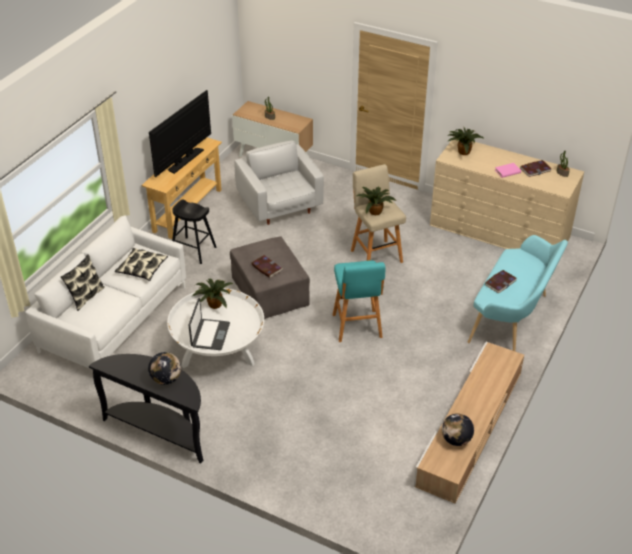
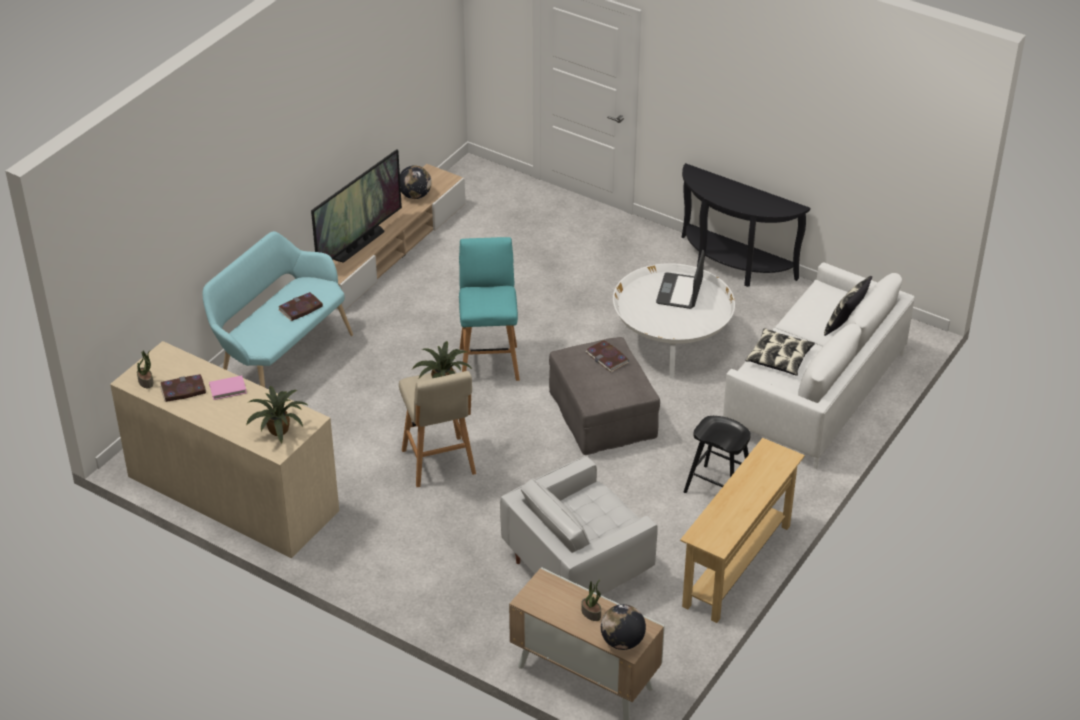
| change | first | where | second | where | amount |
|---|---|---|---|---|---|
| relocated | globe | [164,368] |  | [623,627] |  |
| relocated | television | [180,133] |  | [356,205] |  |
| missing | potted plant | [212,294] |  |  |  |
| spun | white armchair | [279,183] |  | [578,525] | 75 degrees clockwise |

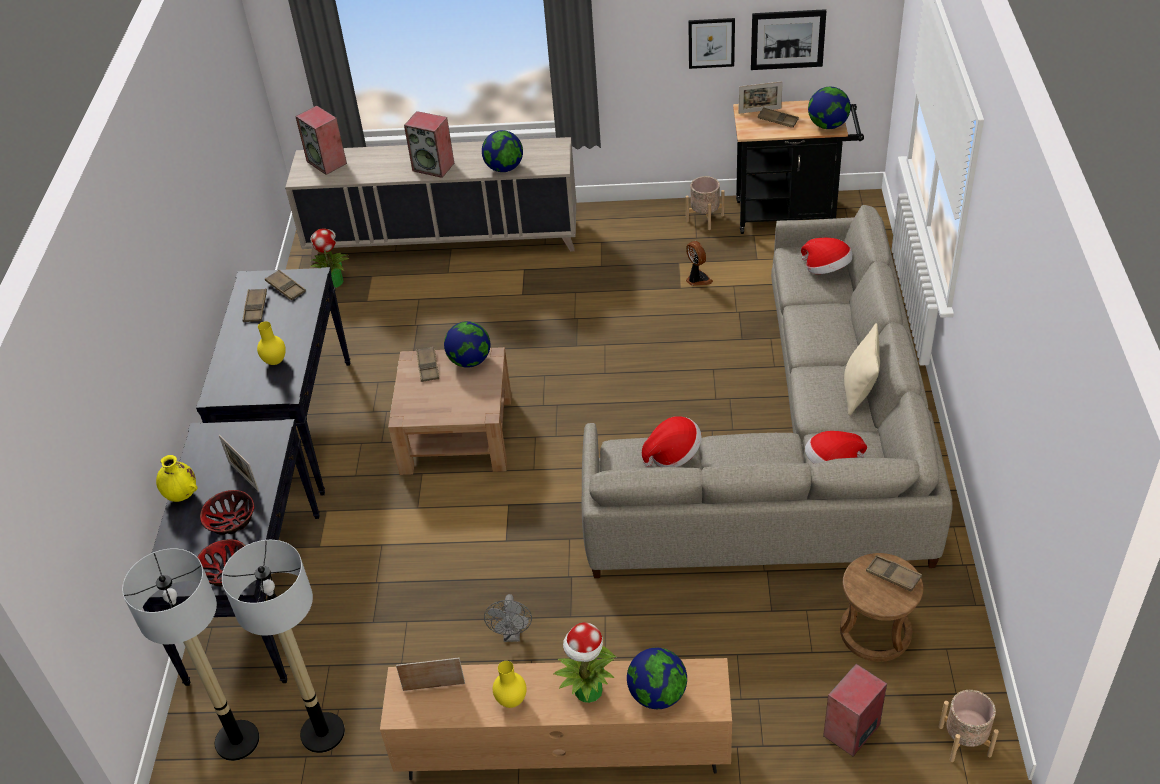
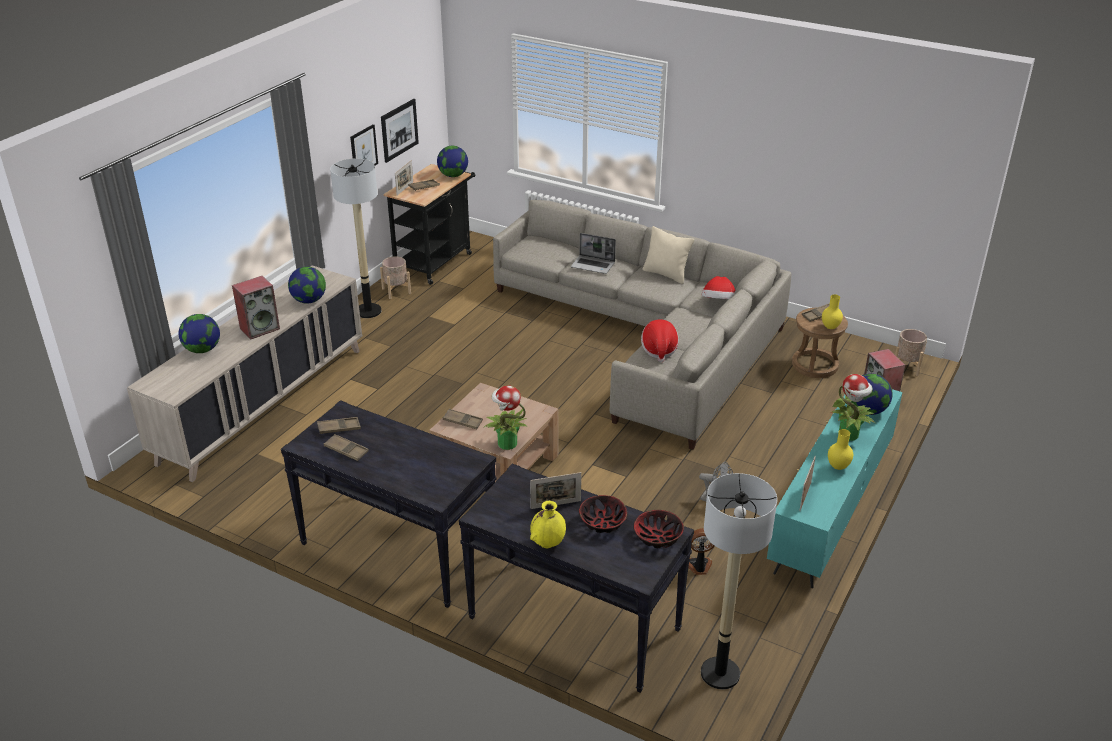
| change | first | where | second | where | amount |
|---|---|---|---|---|---|
| relocated | floor lamp | [283,646] |  | [355,238] |  |
| relocated | yellow vase | [271,343] |  | [832,311] |  |
| missing | speaker | [321,140] |  |  |  |
| relocated | potted plant | [330,258] |  | [506,418] |  |
| colour | brown tv stand | [556,719] | turquoise tv stand | [835,488] |  |
| relocated | globe | [467,344] |  | [199,333] |  |
| relocated | fan | [699,263] |  | [701,551] |  |
| missing | hat | [826,256] |  |  |  |
| appeared |  |  | laptop | [593,253] |  |

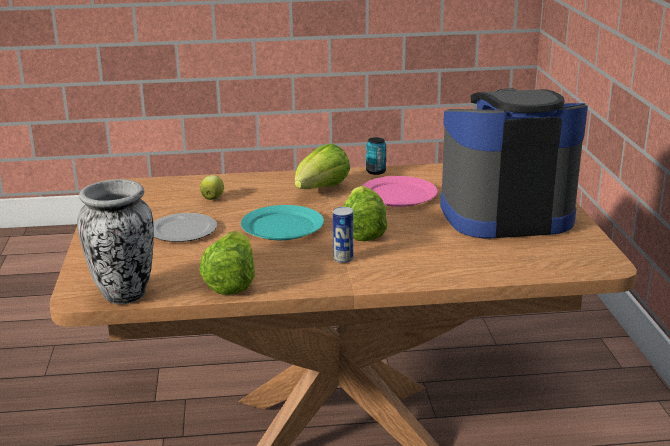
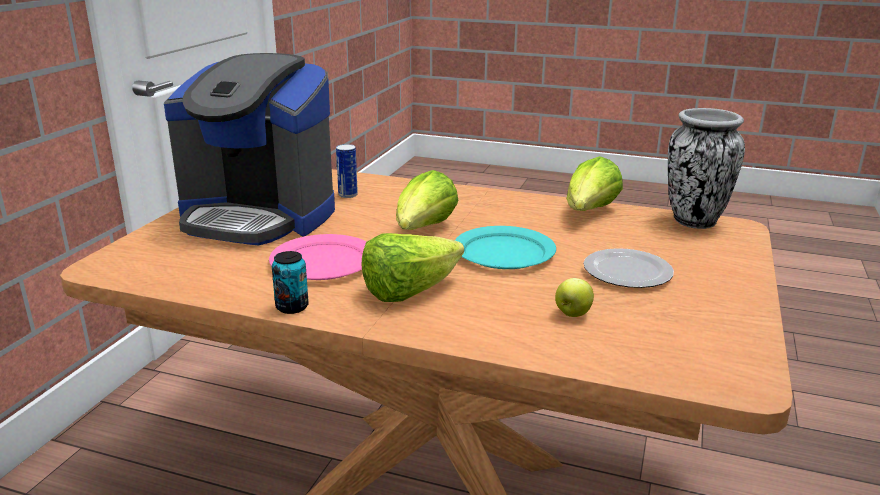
| change | first | where | second | where | amount |
|---|---|---|---|---|---|
| relocated | can | [343,235] |  | [347,171] |  |

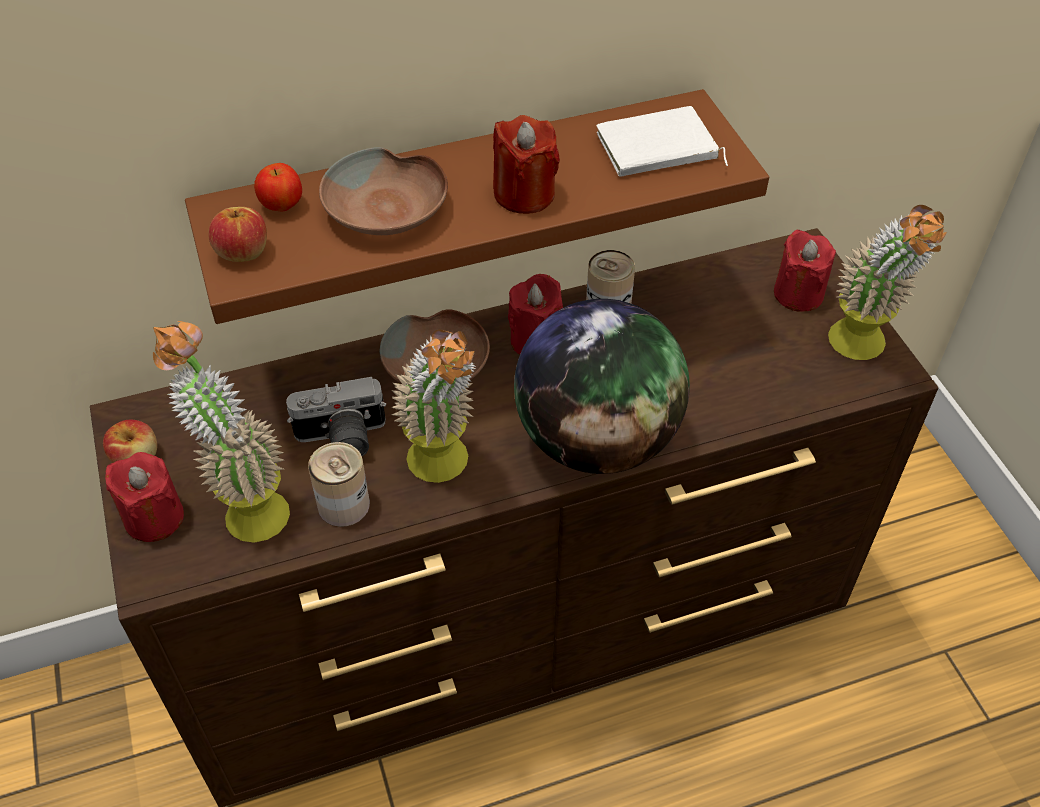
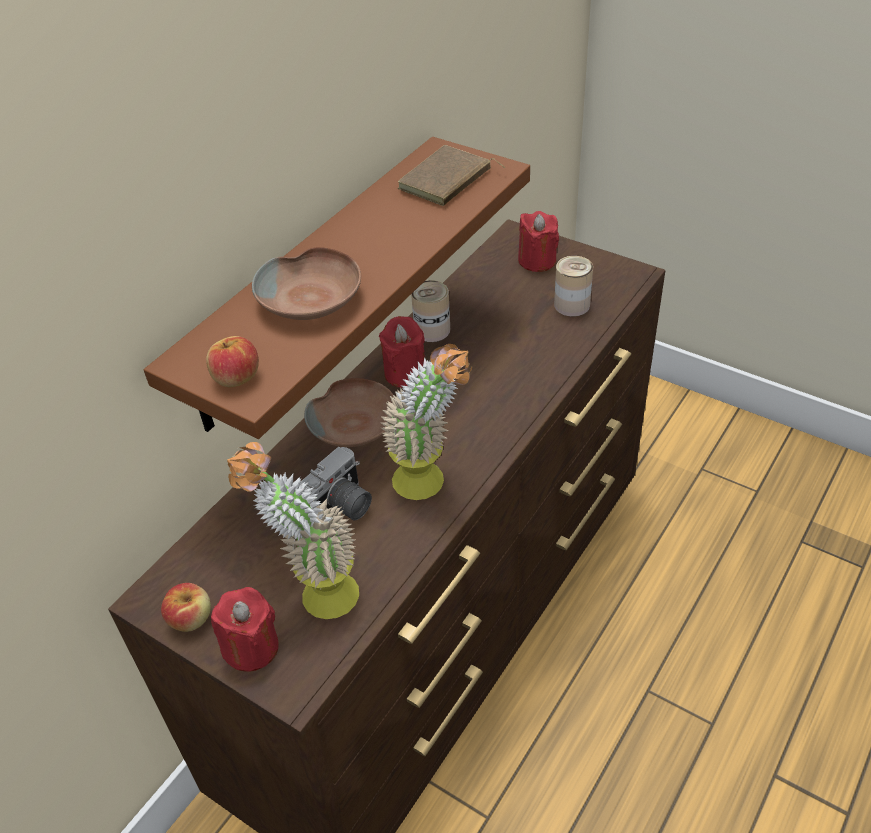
| change | first | where | second | where | amount |
|---|---|---|---|---|---|
| missing | apple | [278,187] |  |  |  |
| relocated | can | [339,484] |  | [573,286] |  |
| missing | red candle | [526,164] |  |  |  |
| missing | globe | [602,386] |  |  |  |
| colour | white book | [662,141] | brown book | [452,175] |  |
| missing | potted plant | [887,282] |  |  |  |

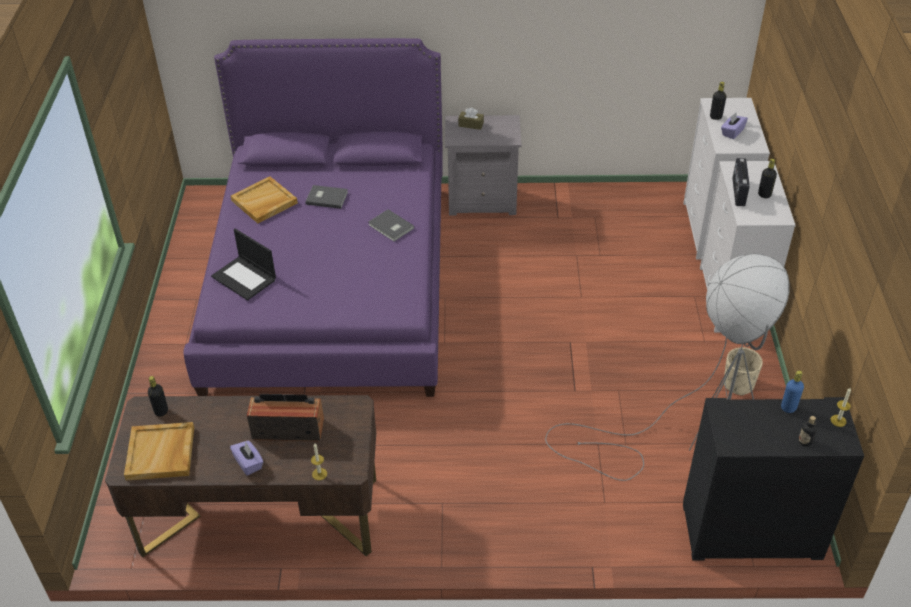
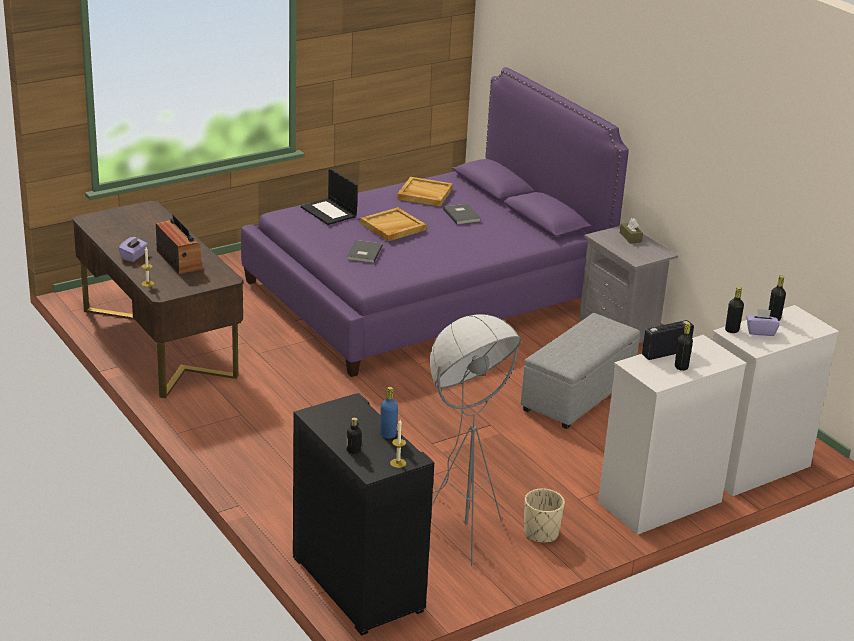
| change | first | where | second | where | amount |
|---|---|---|---|---|---|
| relocated | beige tray | [159,451] |  | [393,224] |  |
| relocated | black bottle | [158,396] |  | [734,310] |  |
| spun | laptop | [243,265] |  | [329,196] | 45 degrees counterclockwise |
| relocated | grey book | [391,225] |  | [365,251] |  |
| appeared |  |  | grey ottoman | [580,371] |  |

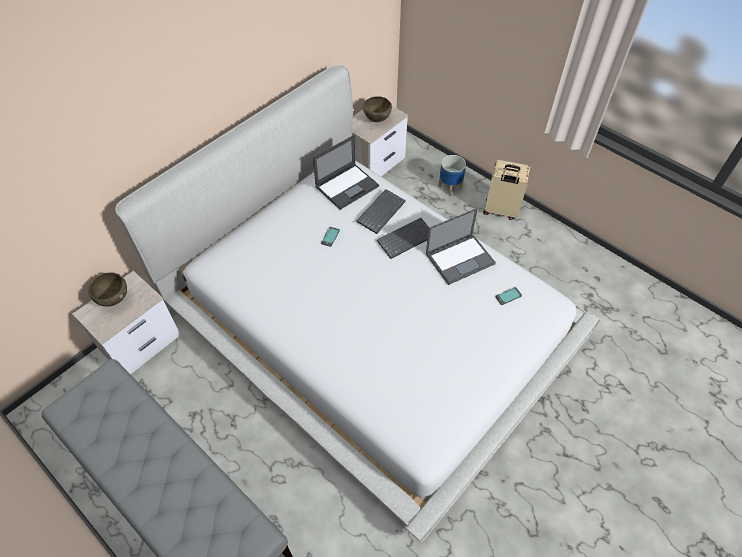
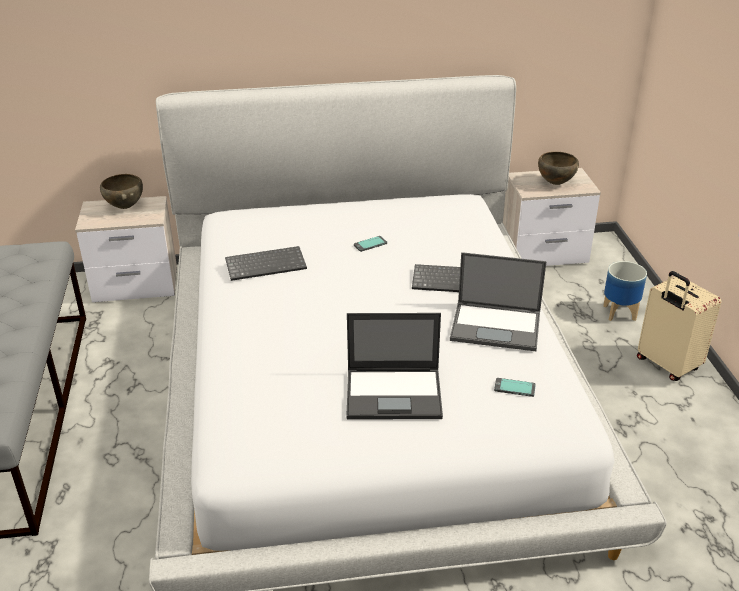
| change | first | where | second | where | amount |
|---|---|---|---|---|---|
| relocated | laptop | [346,172] |  | [394,366] |  |
| relocated | keyboard | [381,211] |  | [266,263] |  |

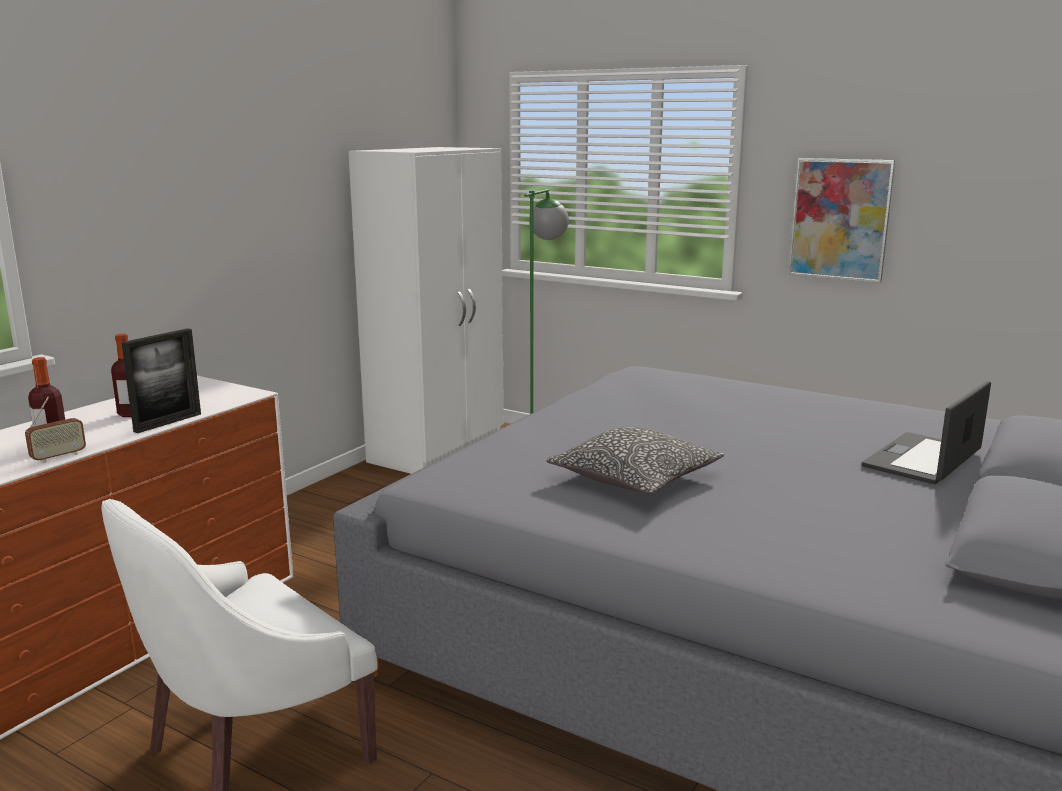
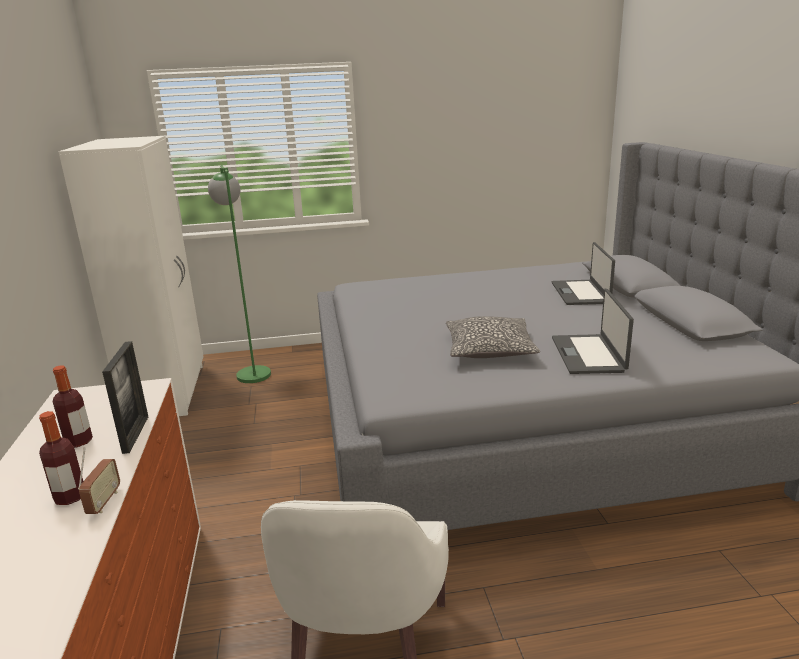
| change | first | where | second | where | amount |
|---|---|---|---|---|---|
| missing | picture | [842,220] |  |  |  |
| appeared |  |  | laptop | [593,331] |  |

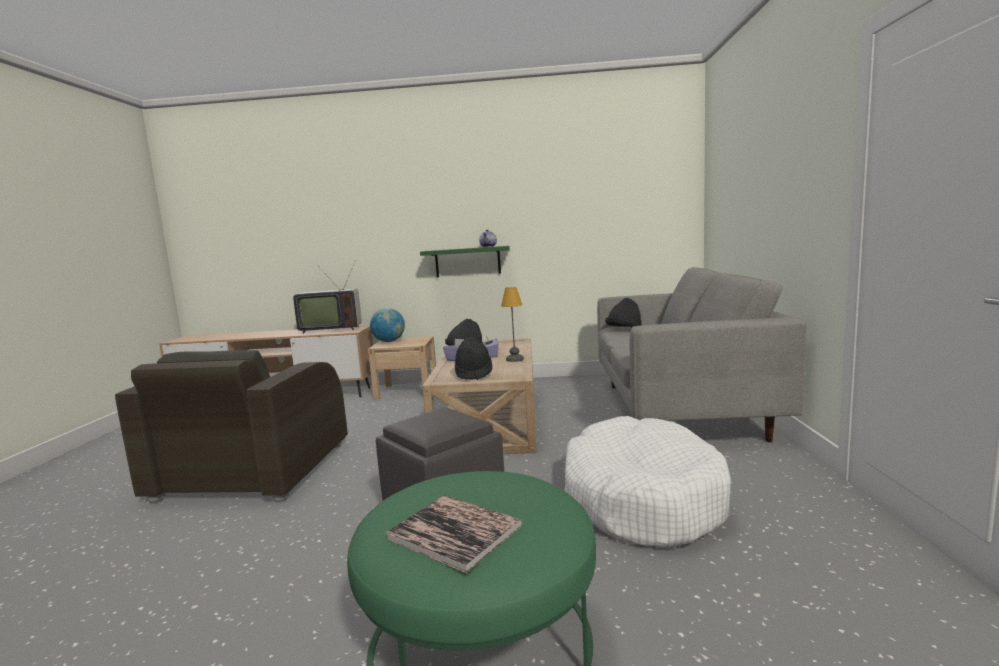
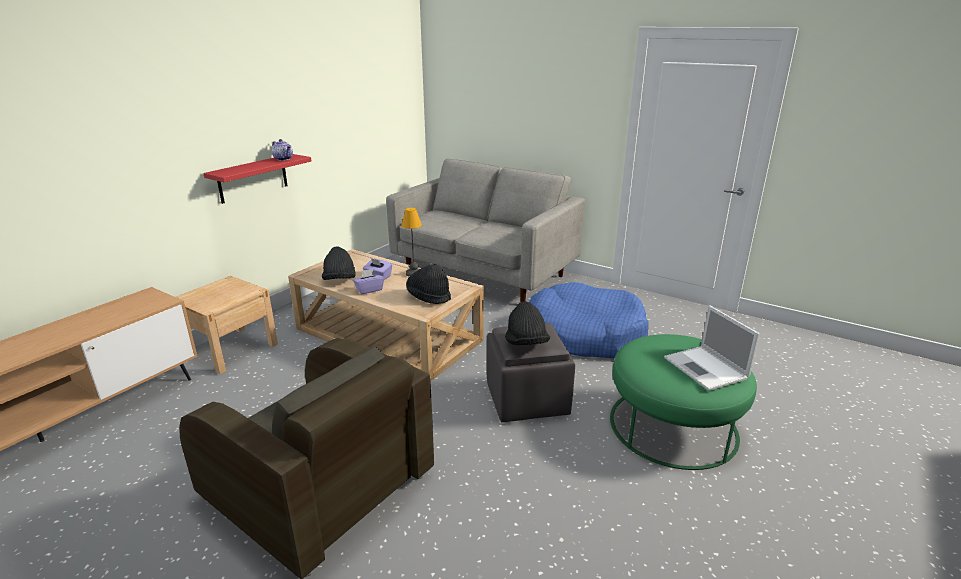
| change | first | where | second | where | amount |
|---|---|---|---|---|---|
| missing | television | [327,297] |  |  |  |
| missing | globe | [387,325] |  |  |  |
| exchanged | book | [454,534] | laptop | [712,348] |  |
| colour | green shelf | [465,261] | red shelf | [257,179] |  |
| colour | white dog bed | [647,482] | blue dog bed | [589,320] |  |
| relocated | black hat | [623,313] |  | [527,323] |  |

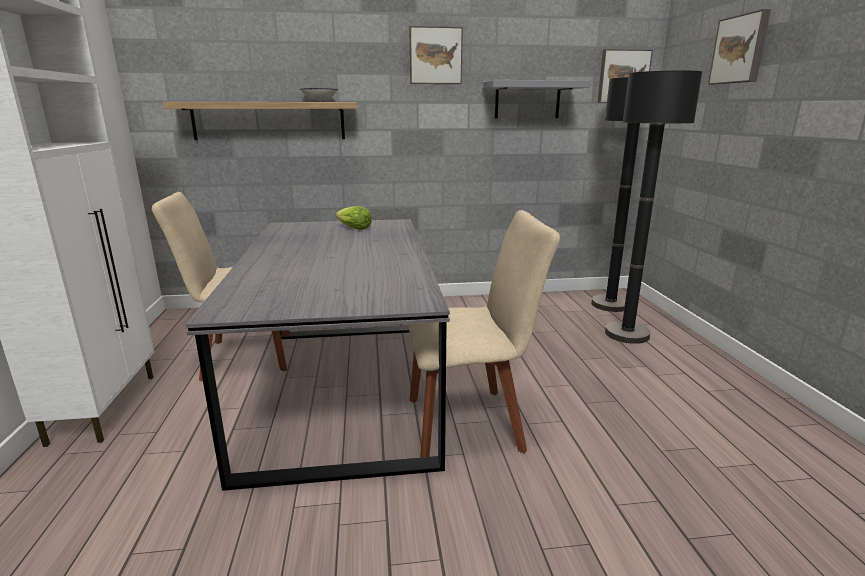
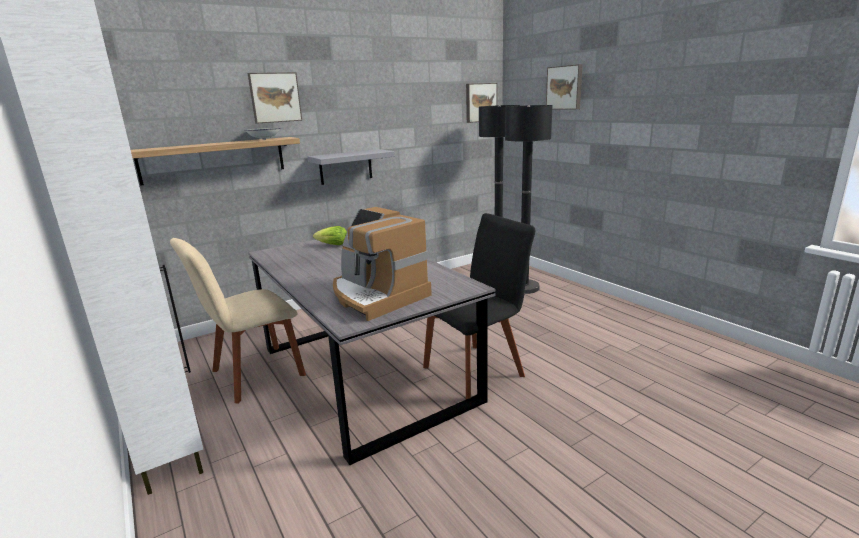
| change | first | where | second | where | amount |
|---|---|---|---|---|---|
| colour | beige chair | [484,334] | black chair | [479,306] |  |
| relocated | picture | [436,55] |  | [275,97] |  |
| relocated | grey shelf | [536,99] |  | [351,167] |  |
| appeared |  |  | coffee machine | [382,264] |  |

